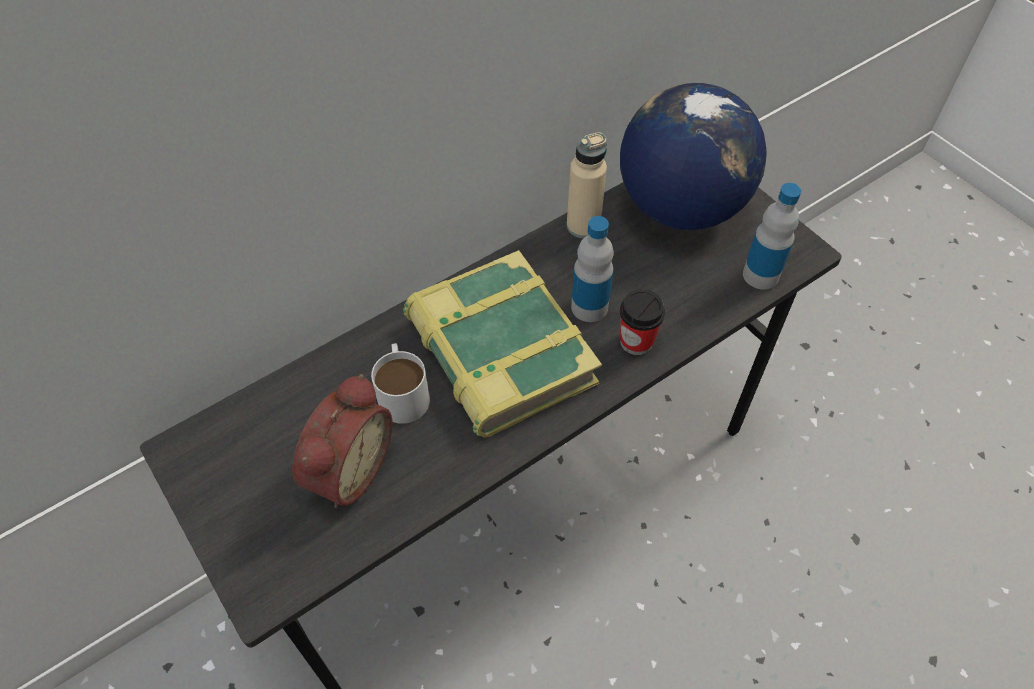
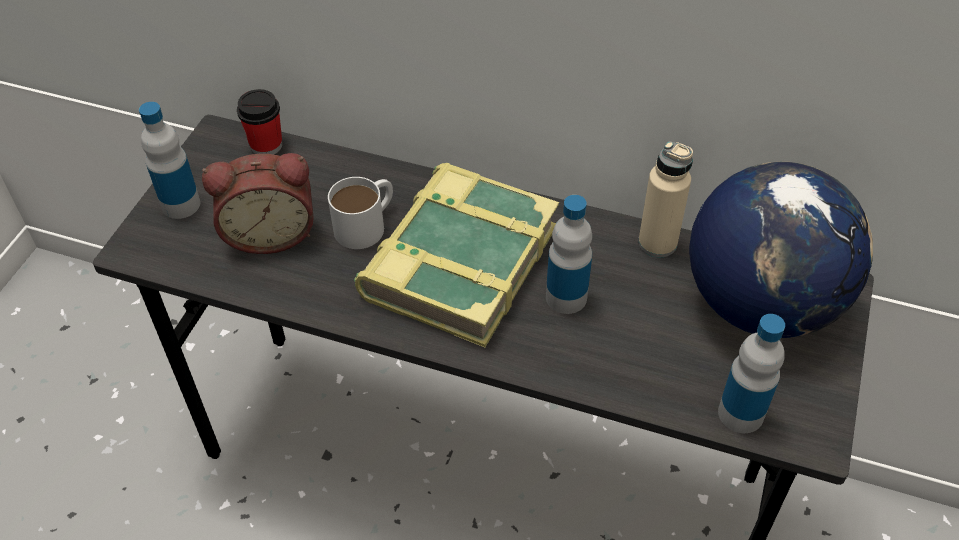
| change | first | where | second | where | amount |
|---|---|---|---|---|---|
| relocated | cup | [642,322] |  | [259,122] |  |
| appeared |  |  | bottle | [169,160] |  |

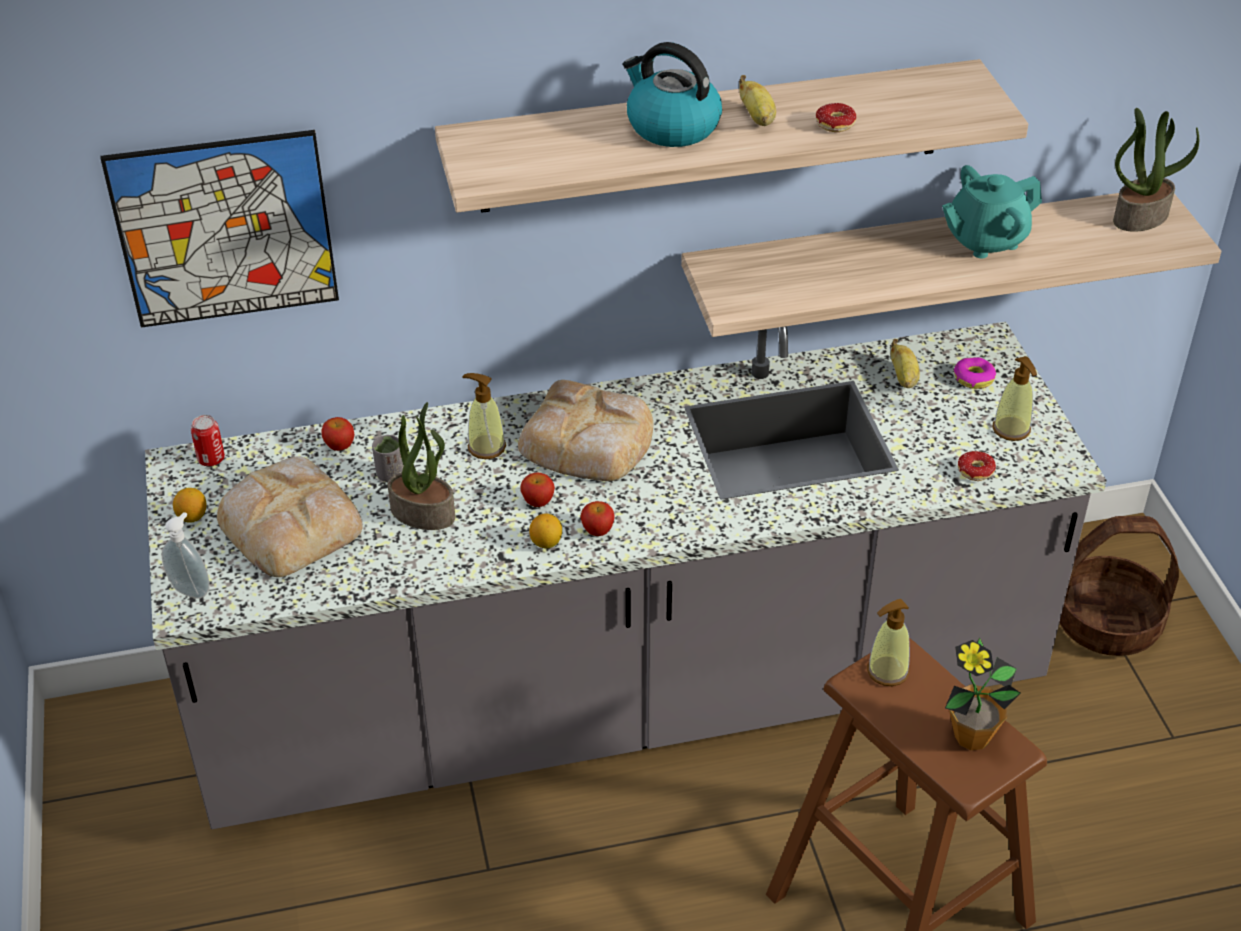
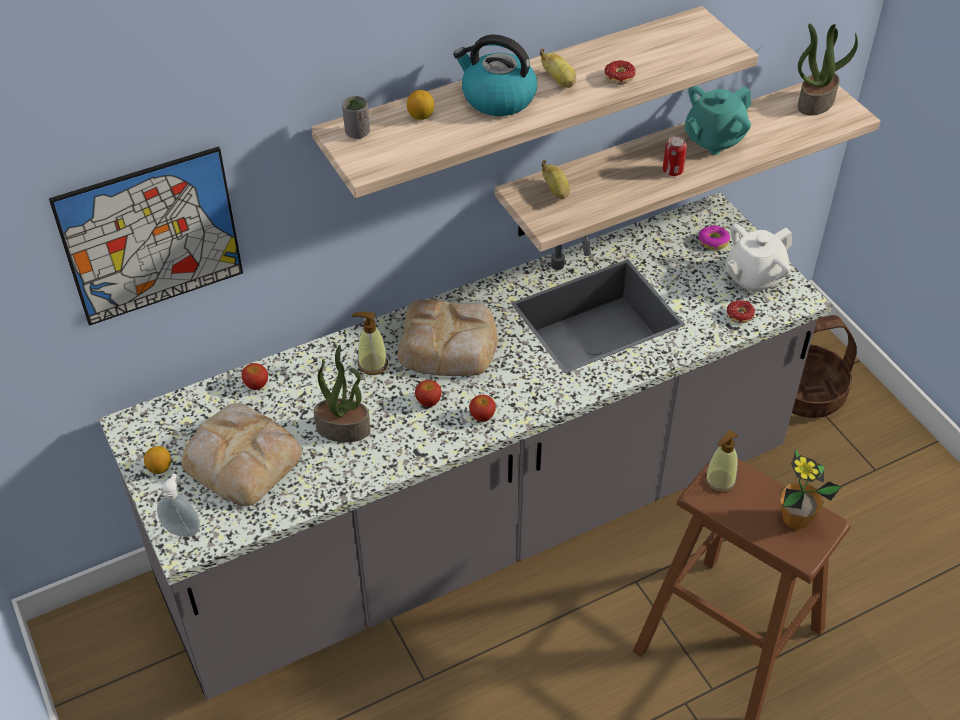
| change | first | where | second | where | amount |
|---|---|---|---|---|---|
| relocated | can | [208,440] |  | [675,156] |  |
| relocated | grey cup | [388,458] |  | [356,117] |  |
| relocated | lemon | [545,531] |  | [420,105] |  |
| relocated | banana | [905,363] |  | [555,179] |  |
| exchanged | soap dispenser | [1014,398] | white teapot | [758,259] |  |

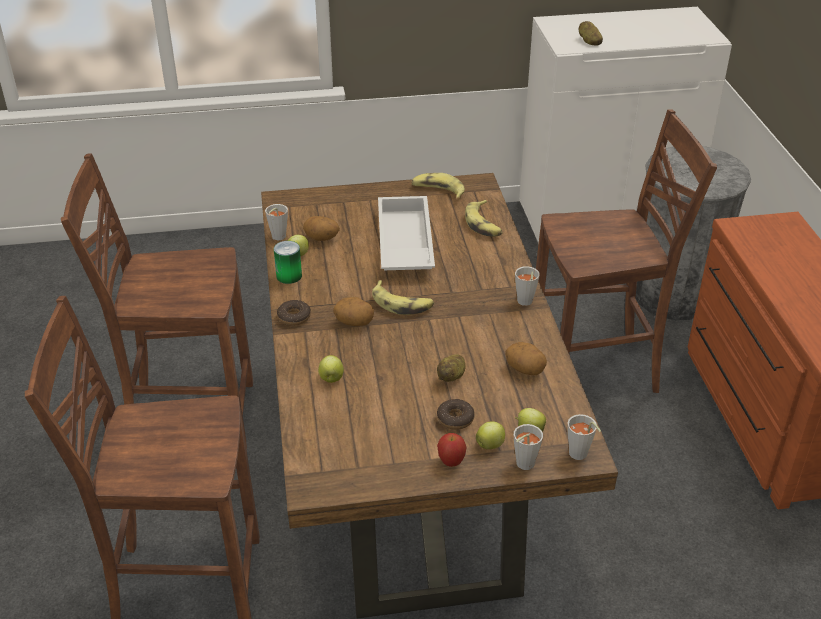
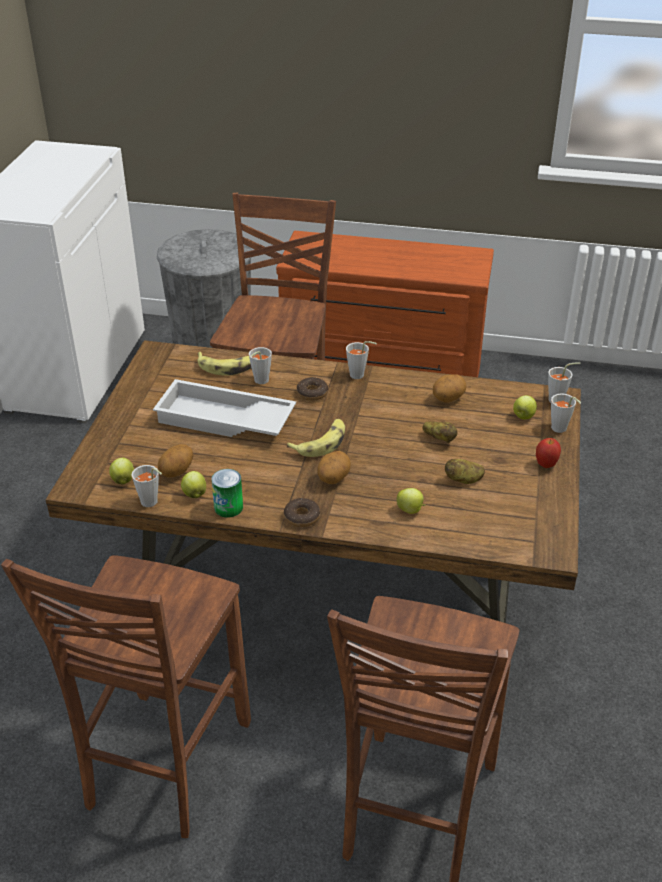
| change | first | where | second | where | amount |
|---|---|---|---|---|---|
| missing | banana | [438,186] |  |  |  |
| relocated | donut | [456,414] |  | [312,389] |  |
| relocated | apple | [490,435] |  | [121,471] |  |
| relocated | potato | [591,33] |  | [465,471] |  |
| appeared |  |  | grey cup | [260,365] |  |

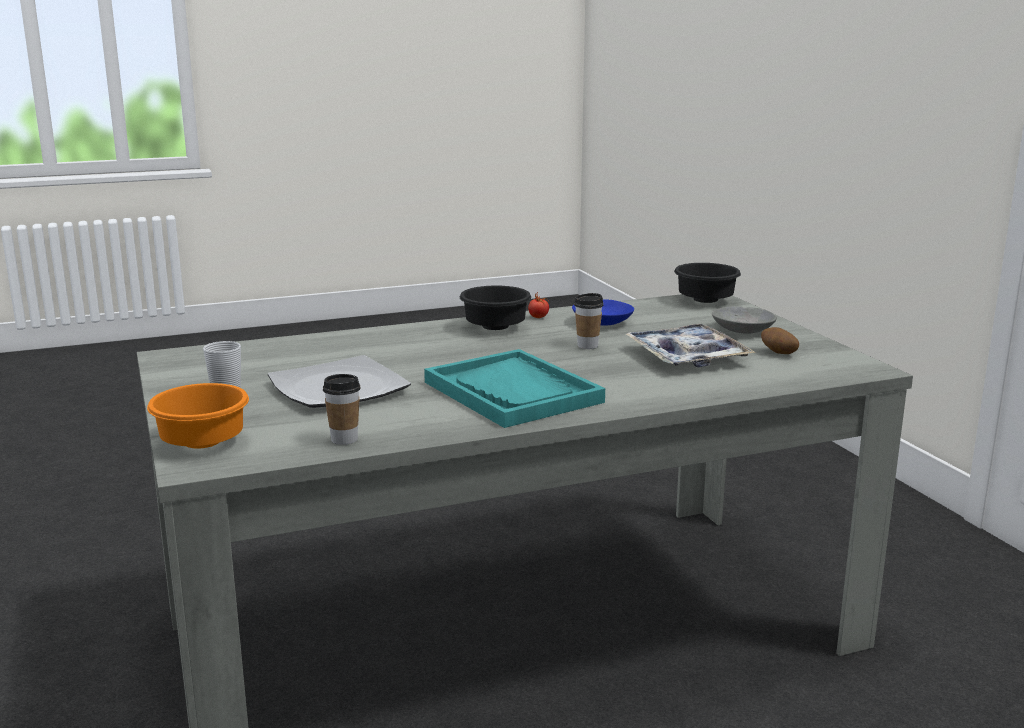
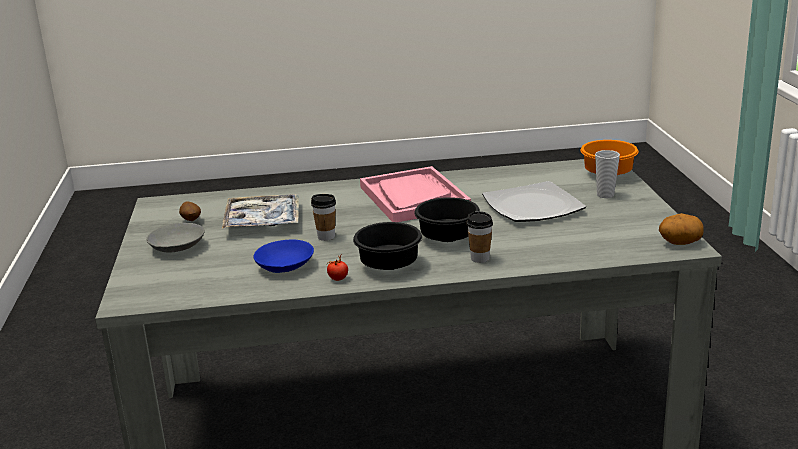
| change | first | where | second | where | amount |
|---|---|---|---|---|---|
| relocated | cup | [342,409] |  | [479,237] |  |
| colour | turquoise tray | [514,388] | pink tray | [415,194] |  |
| relocated | black bowl | [707,283] |  | [447,219] |  |
| appeared |  |  | potato | [681,229] |  |

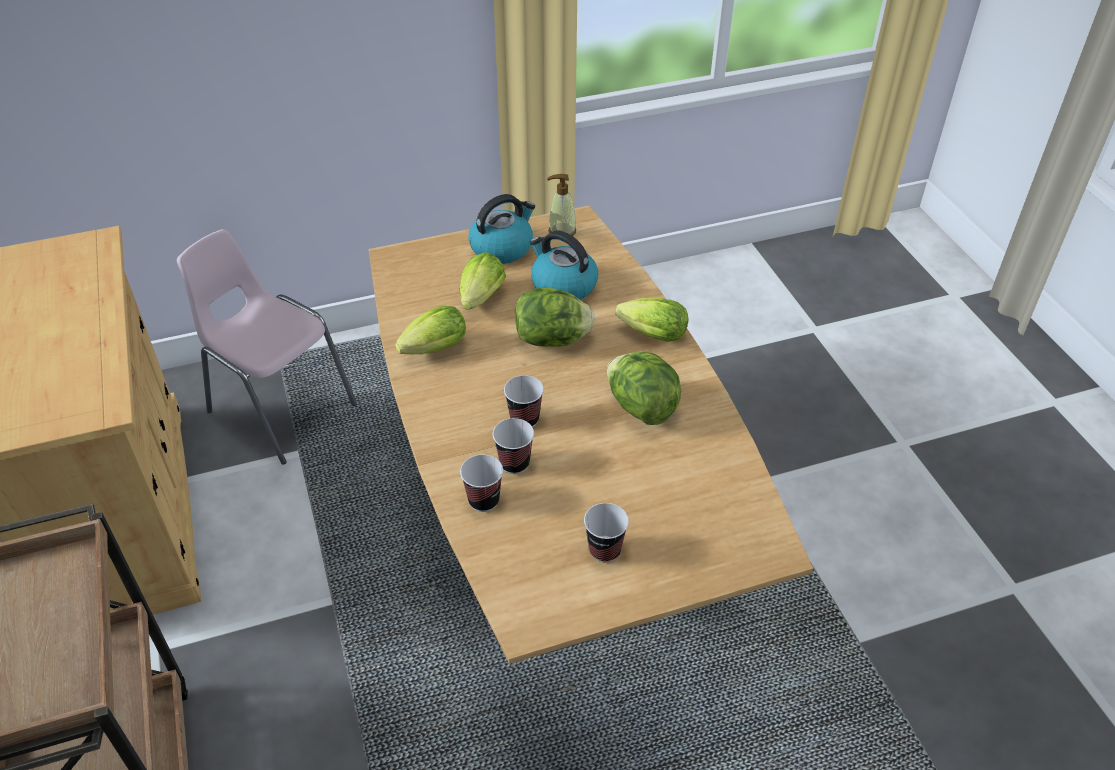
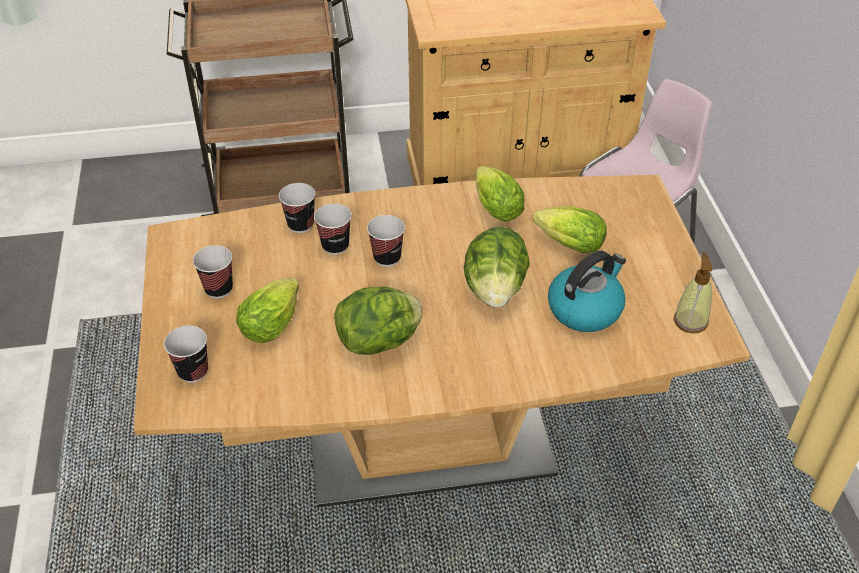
| change | first | where | second | where | amount |
|---|---|---|---|---|---|
| missing | kettle | [502,229] |  |  |  |
| relocated | lettuce | [652,319] |  | [267,310] |  |
| appeared |  |  | cup | [186,354] |  |

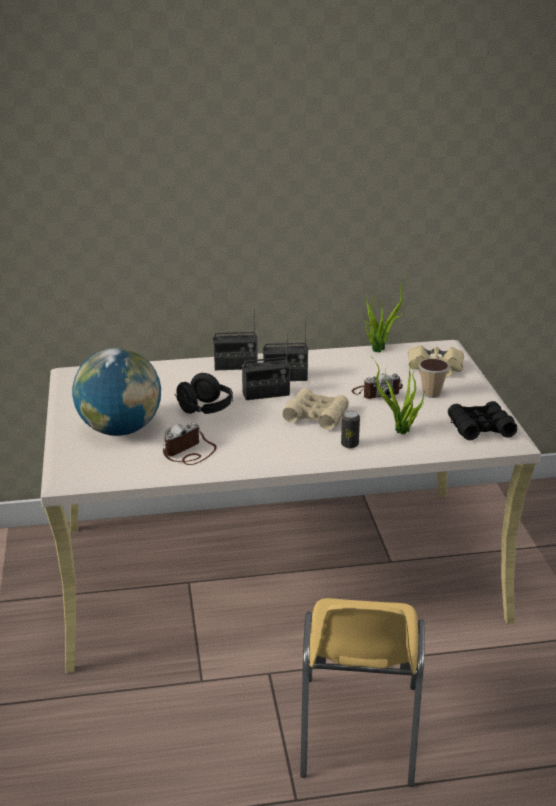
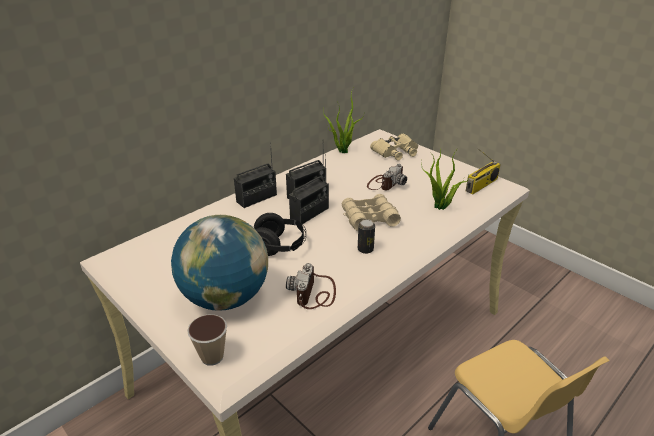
| change | first | where | second | where | amount |
|---|---|---|---|---|---|
| relocated | can | [350,429] |  | [366,236] |  |
| relocated | cup | [434,378] |  | [207,340] |  |
| exchanged | black binoculars | [482,420] | radio | [483,171] |  |

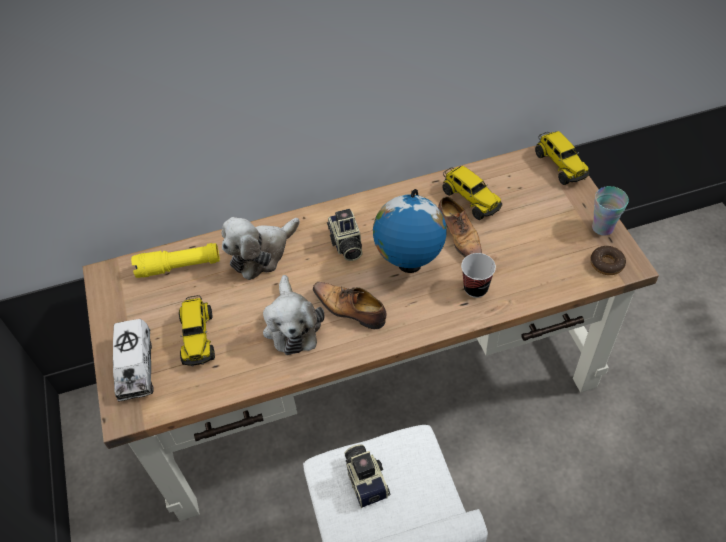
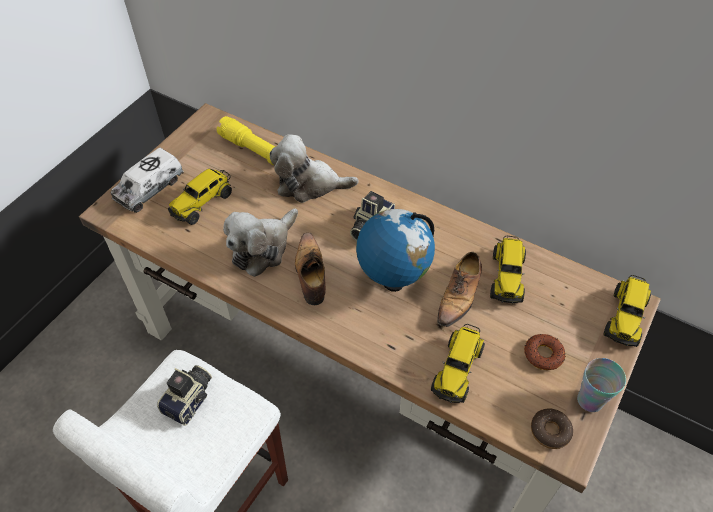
| change | first | where | second | where | amount |
|---|---|---|---|---|---|
| missing | cup | [478,275] |  |  |  |
| appeared |  |  | toy truck | [458,363] |  |
| appeared |  |  | donut | [545,352] |  |

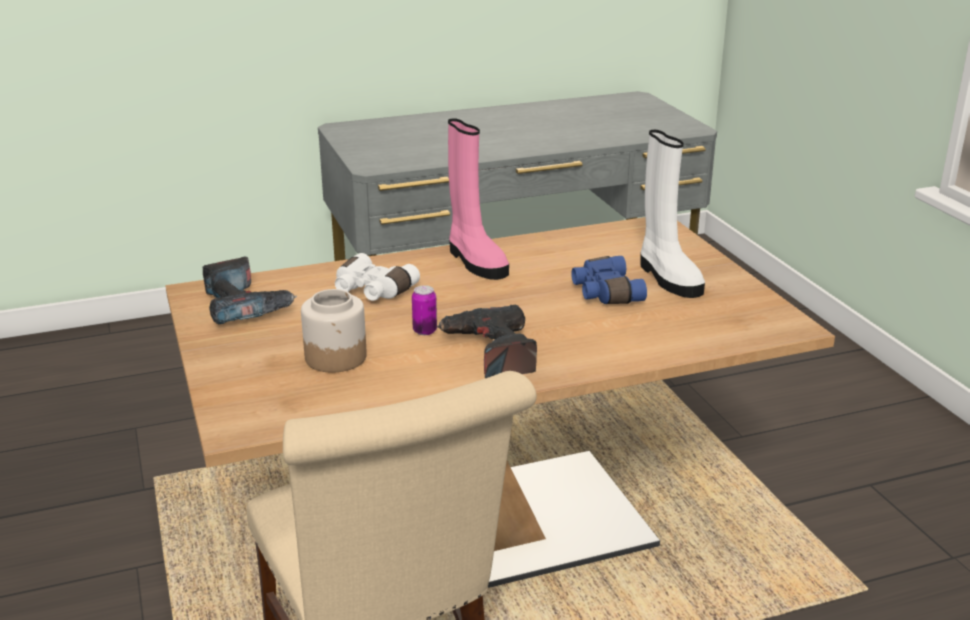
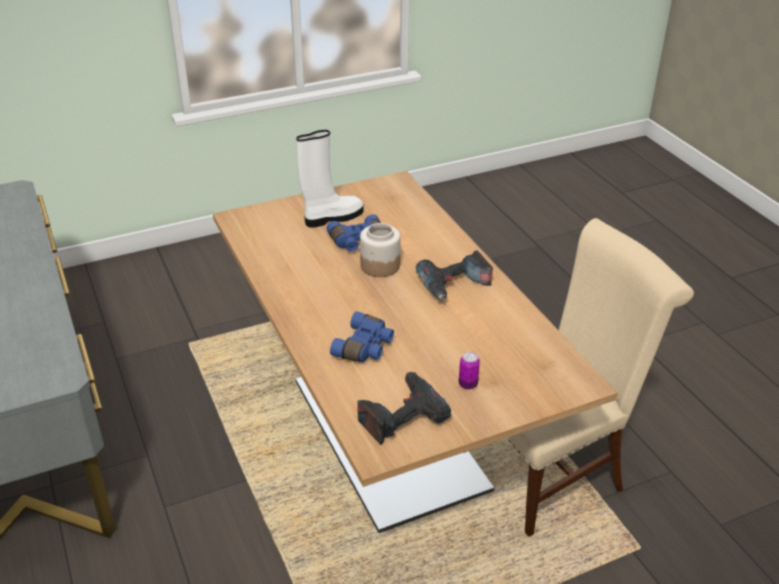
| change | first | where | second | where | amount |
|---|---|---|---|---|---|
| relocated | jar | [334,331] |  | [380,250] |  |
| colour | white binoculars | [377,277] | blue binoculars | [362,336] |  |
| relocated | can | [424,310] |  | [469,371] |  |
| missing | pink boot | [478,199] |  |  |  |

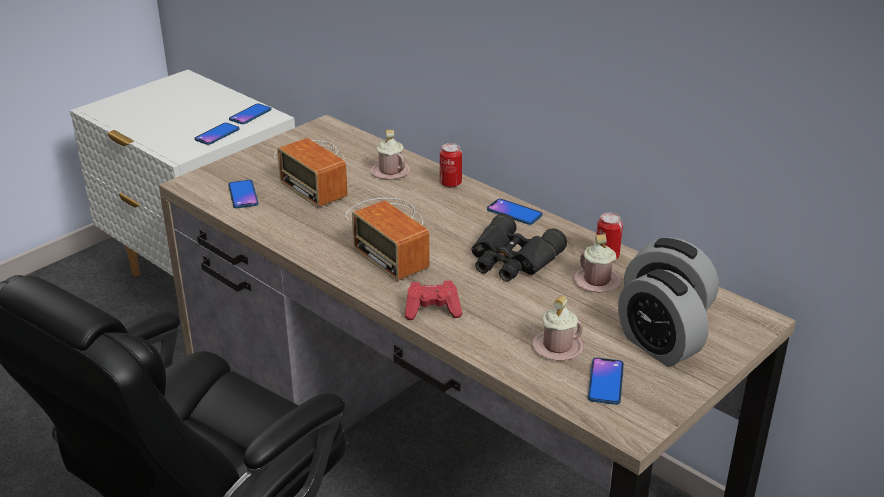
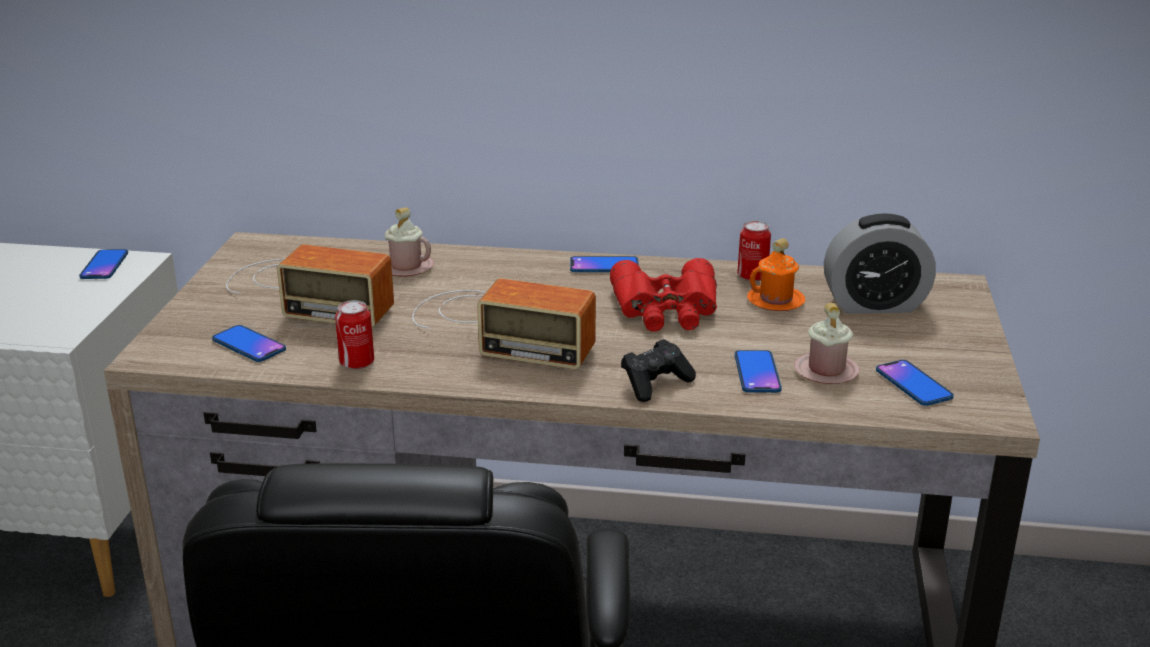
| change | first | where | second | where | amount |
|---|---|---|---|---|---|
| relocated | phone | [217,134] |  | [758,371] |  |
| colour | red game controller | [433,300] | black game controller | [658,370] |  |
| relocated | can | [451,165] |  | [354,334] |  |
| colour | black binoculars | [519,247] | red binoculars | [663,295] |  |
| colour | pink mug | [597,263] | orange mug | [776,274] |  |
| missing | alarm clock | [663,318] |  |  |  |

